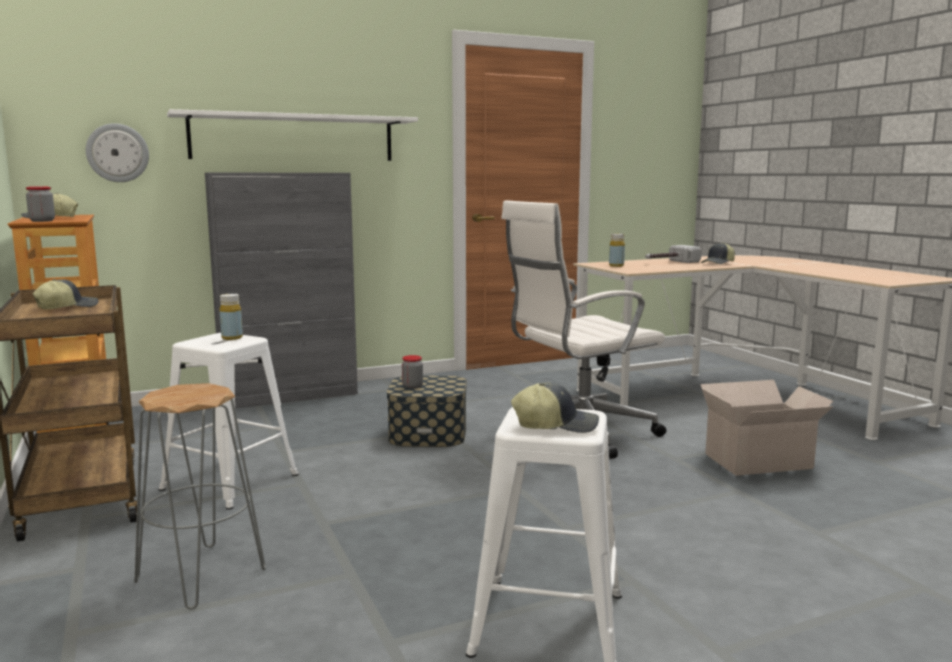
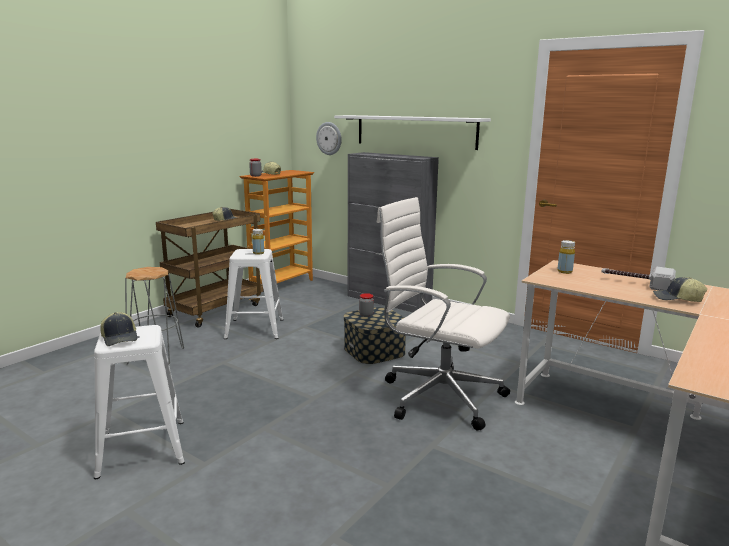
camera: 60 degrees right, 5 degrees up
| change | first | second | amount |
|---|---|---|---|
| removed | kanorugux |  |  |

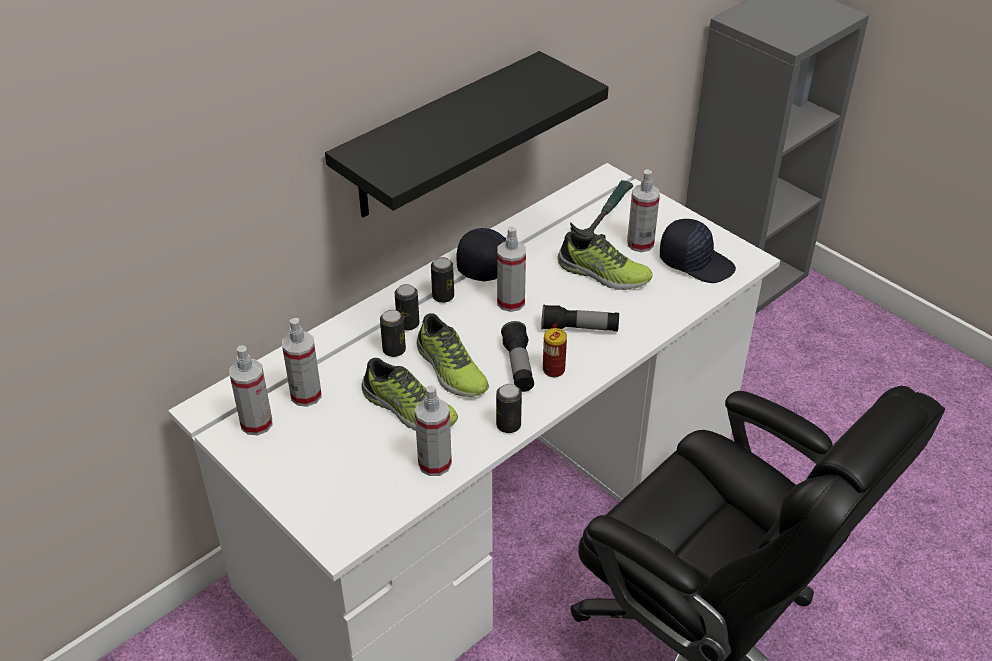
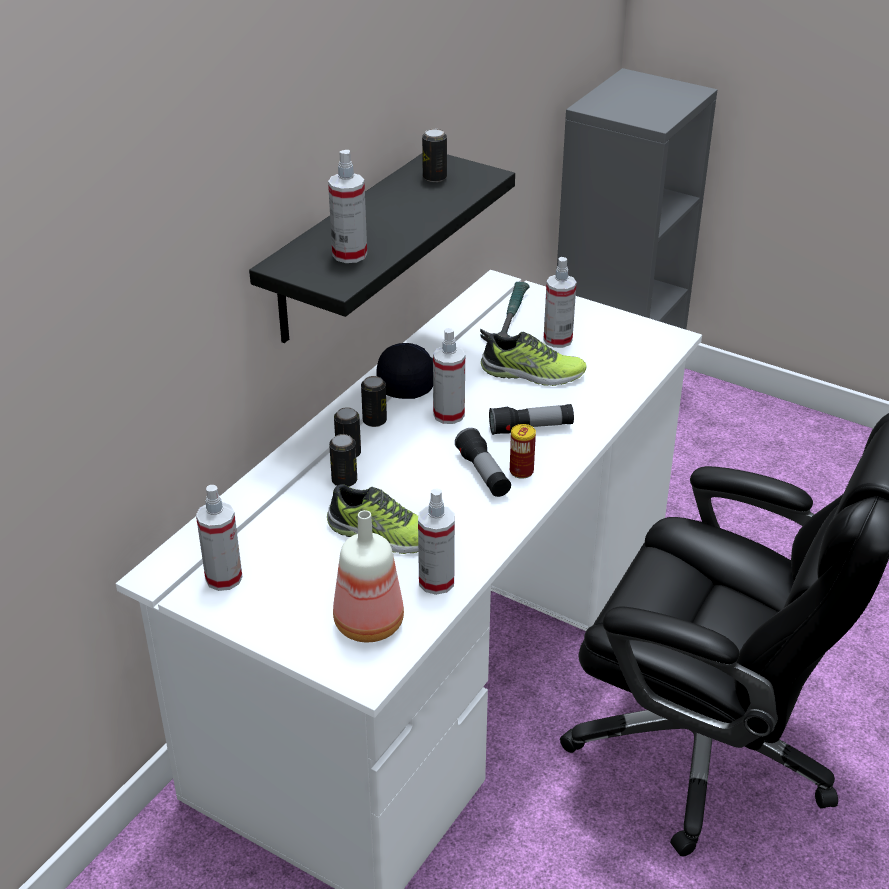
camera: 15 degrees left, 5 degrees down
| change | first | second | amount |
|---|---|---|---|
| removed | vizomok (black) (2nd from left) |  |  |
| removed | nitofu (2nd from left) |  |  |
| moved | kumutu (2nd from left) |  |  |
| moved | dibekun (4th from left) |  |  |
| added |  | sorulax |  |

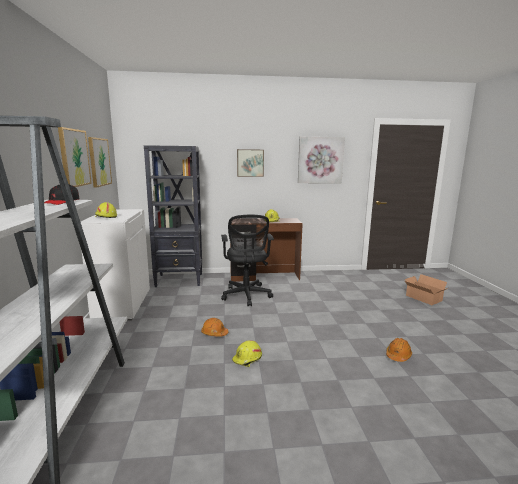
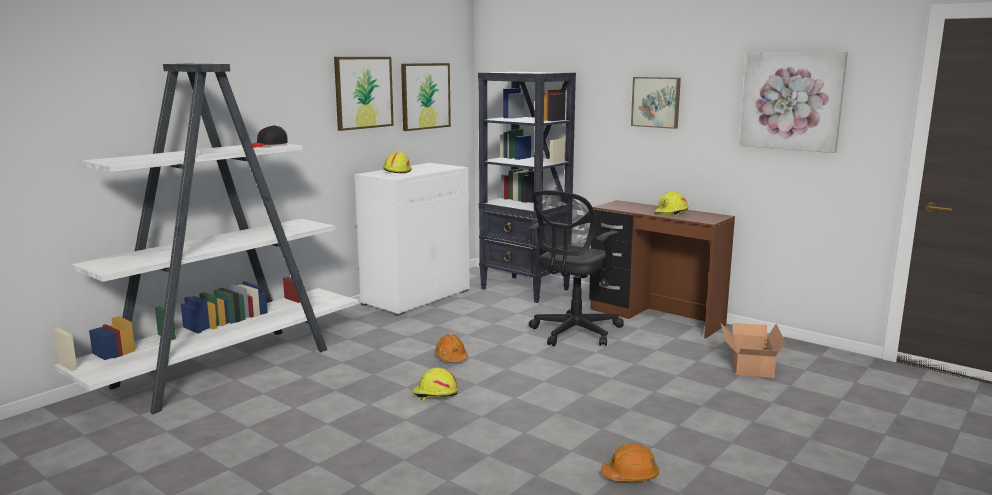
camera: 45 degrees right, 0 degrees up
| change | first | second | amount |
|---|---|---|---|
| moved | kanorugux |  |  |

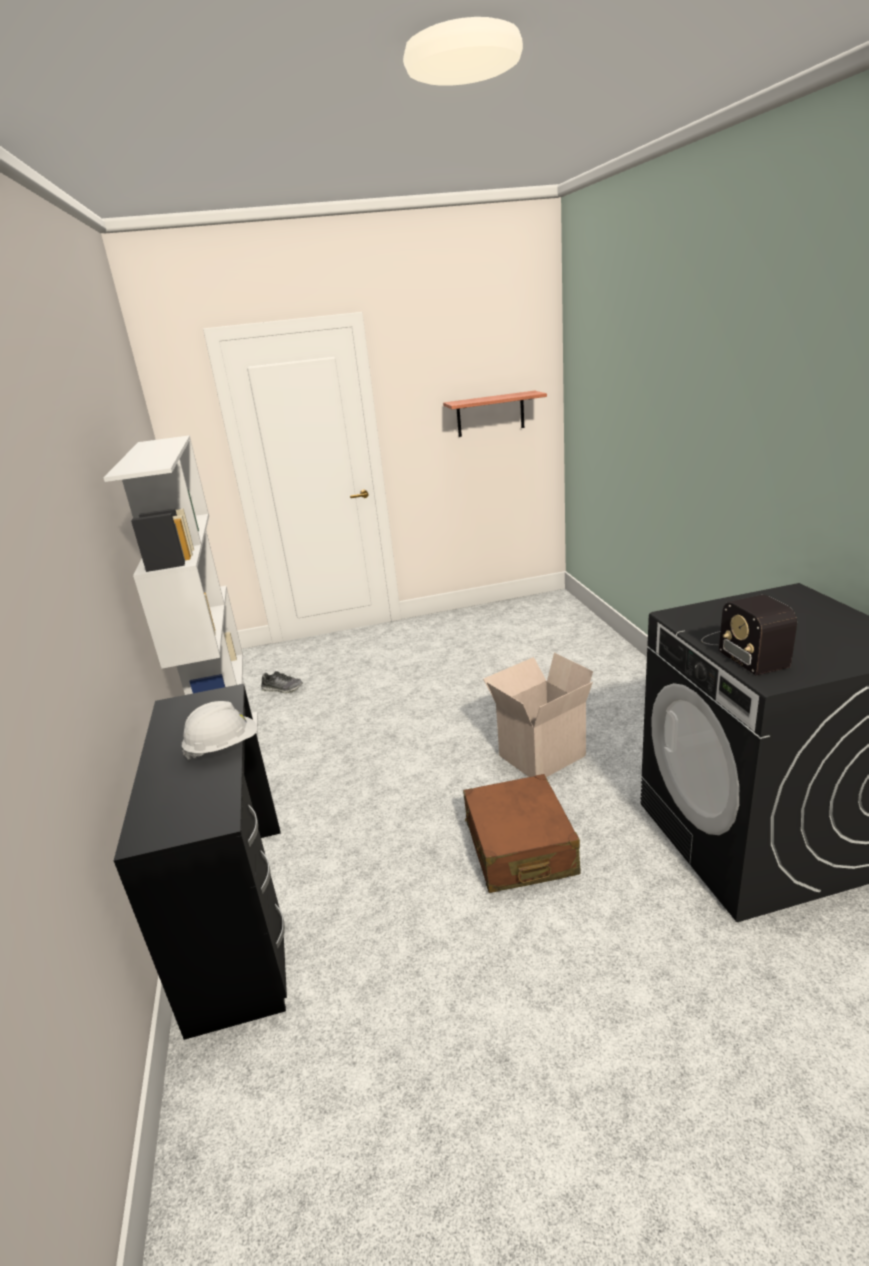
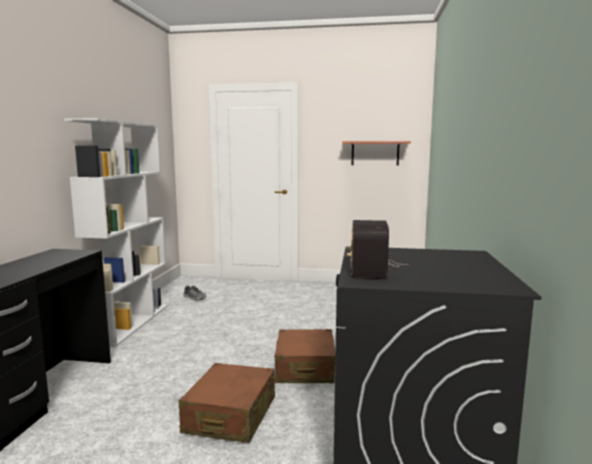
camera: 20 degrees right, 15 degrees down
| change | first | second | amount |
|---|---|---|---|
| replaced | kanorugux | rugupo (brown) (2nd from left) |  |
| removed | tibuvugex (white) |  |  |

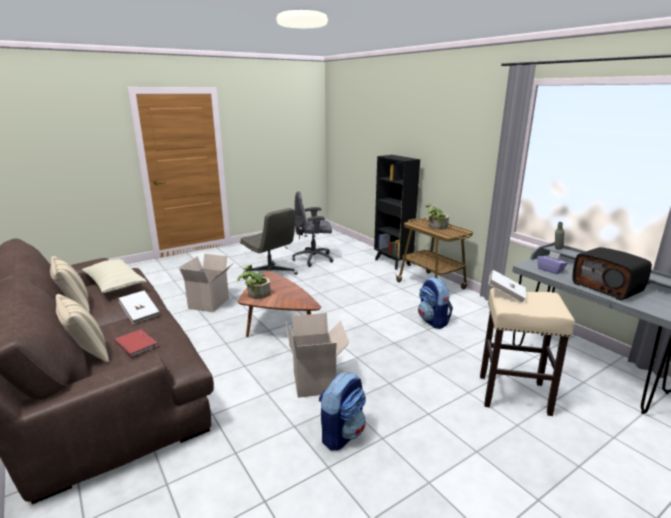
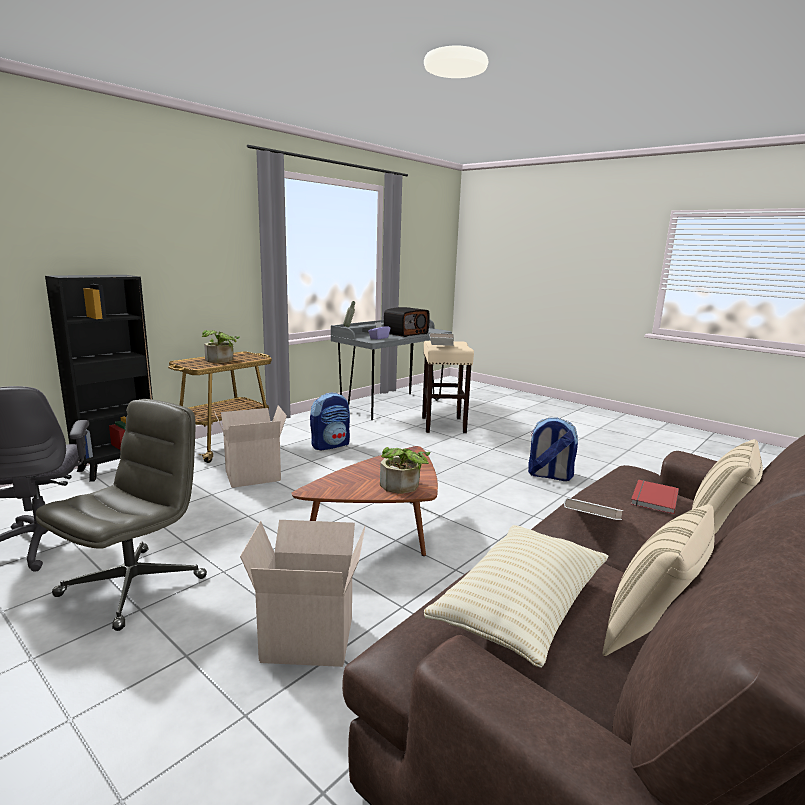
camera: 105 degrees left, 5 degrees down
| change | first | second | amount |
|---|---|---|---|
| moved | kanorugux (2nd from left in the first image) | kanorugux (1st from left) |  |

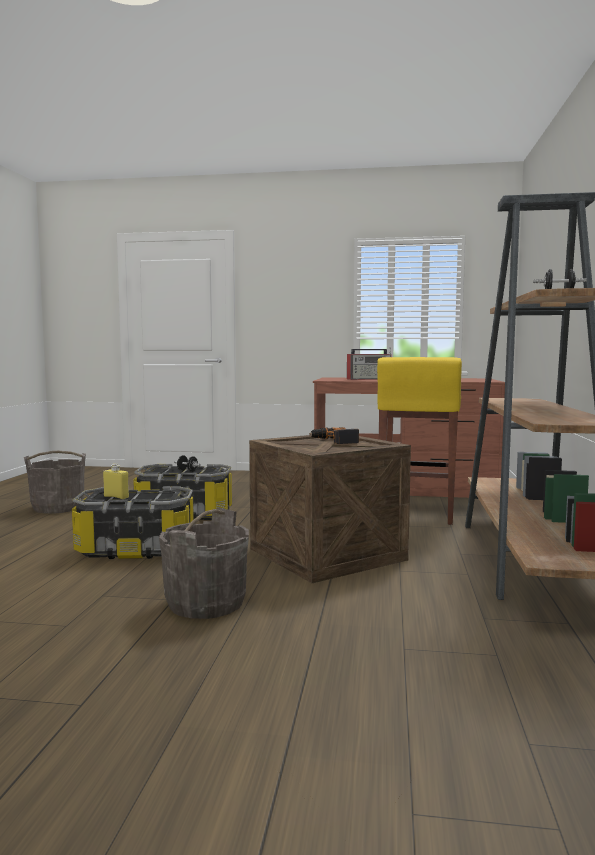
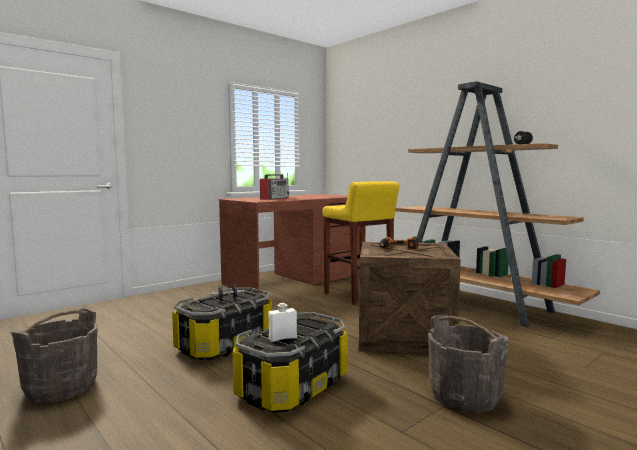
camera: 50 degrees left, 0 degrees up
| change | first | second | amount |
|---|---|---|---|
| recoloured | sorulax (yellow) | sorulax (white) |  |

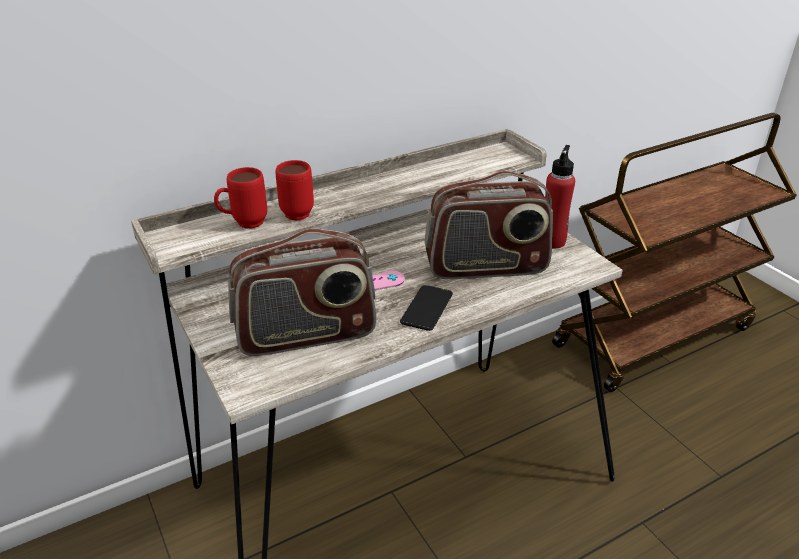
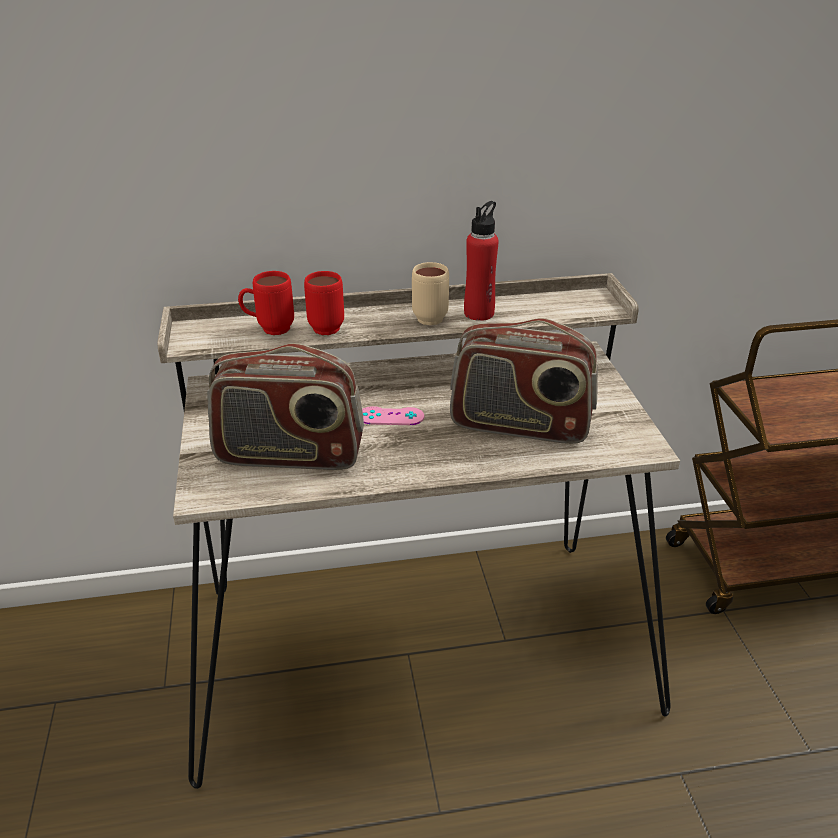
camera: 20 degrees right, 0 degrees up
| change | first | second | amount |
|---|---|---|---|
| moved | sorulax (red) |  |  |
| removed | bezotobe |  |  |
| added |  | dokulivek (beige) |  |

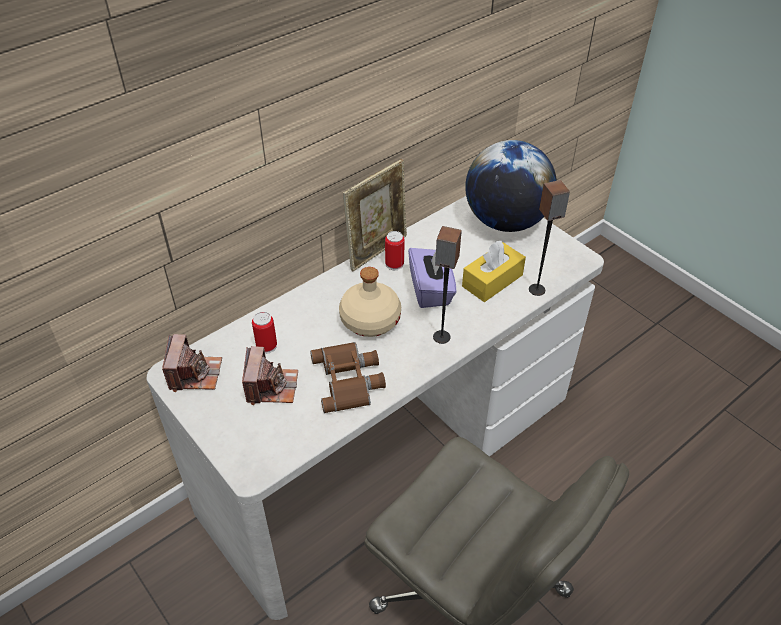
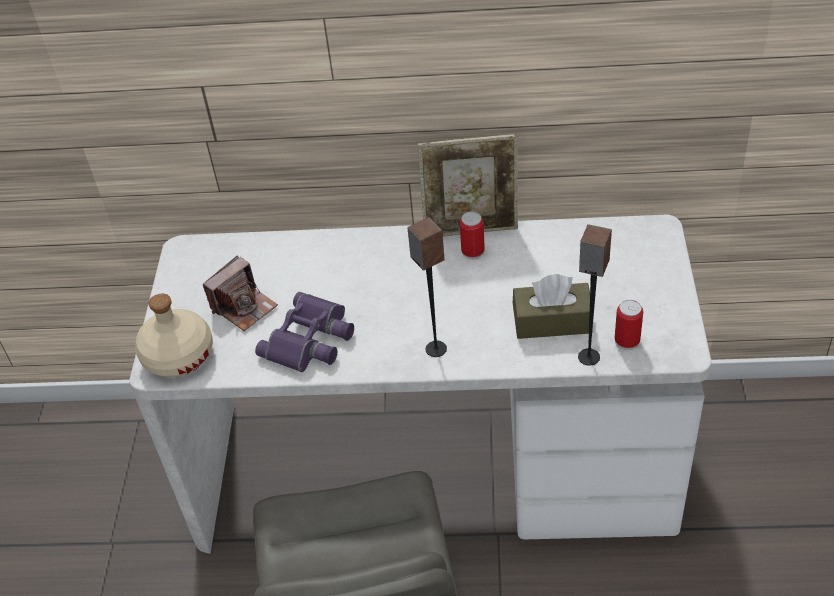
camera: 45 degrees right, 0 degrees up
| change | first | second | amount |
|---|---|---|---|
| removed | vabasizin |  |  |
| recoloured | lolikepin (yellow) | lolikepin (brown) |  |
| removed | lolikepin (purple) |  |  |
| moved | sorulax (beige) |  |  |
| moved | dibekun (1st from left in the first image) | dibekun (2nd from left) |  |
| removed | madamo (1st from left) |  |  |
| recoloured | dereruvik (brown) | dereruvik (purple) |  |

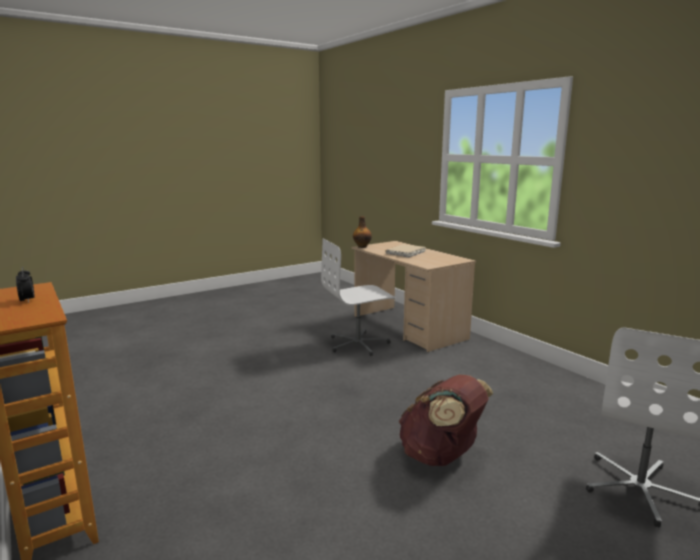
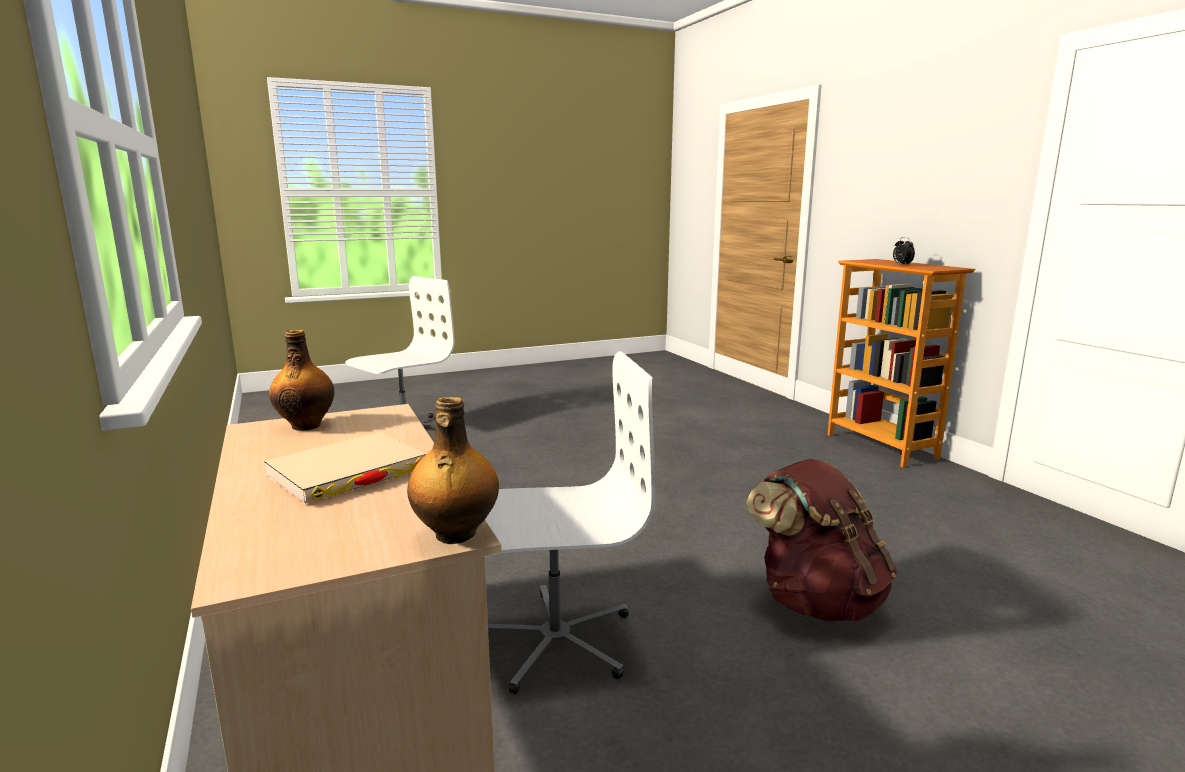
camera: 170 degrees left, 0 degrees up
| change | first | second | amount |
|---|---|---|---|
| moved | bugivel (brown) |  |  |
| added |  | sorulax (1st from left) |  |

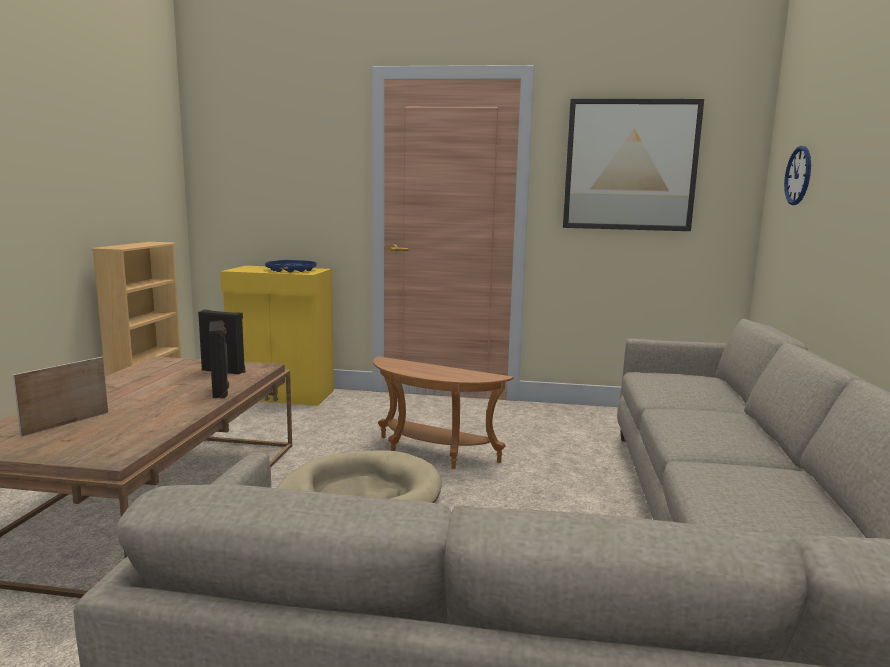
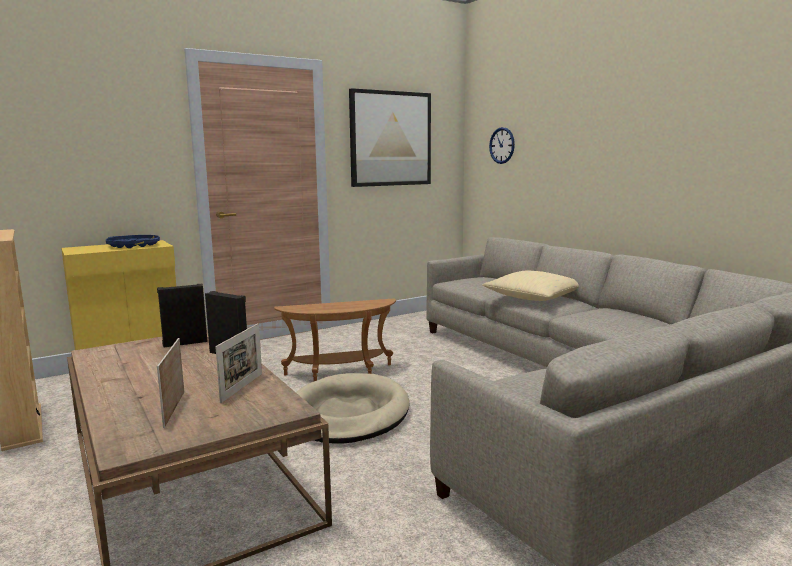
camera: 40 degrees left, 0 degrees up
| change | first | second | amount |
|---|---|---|---|
| added |  | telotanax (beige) |  |
| added |  | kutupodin (2nd from left) |  |

